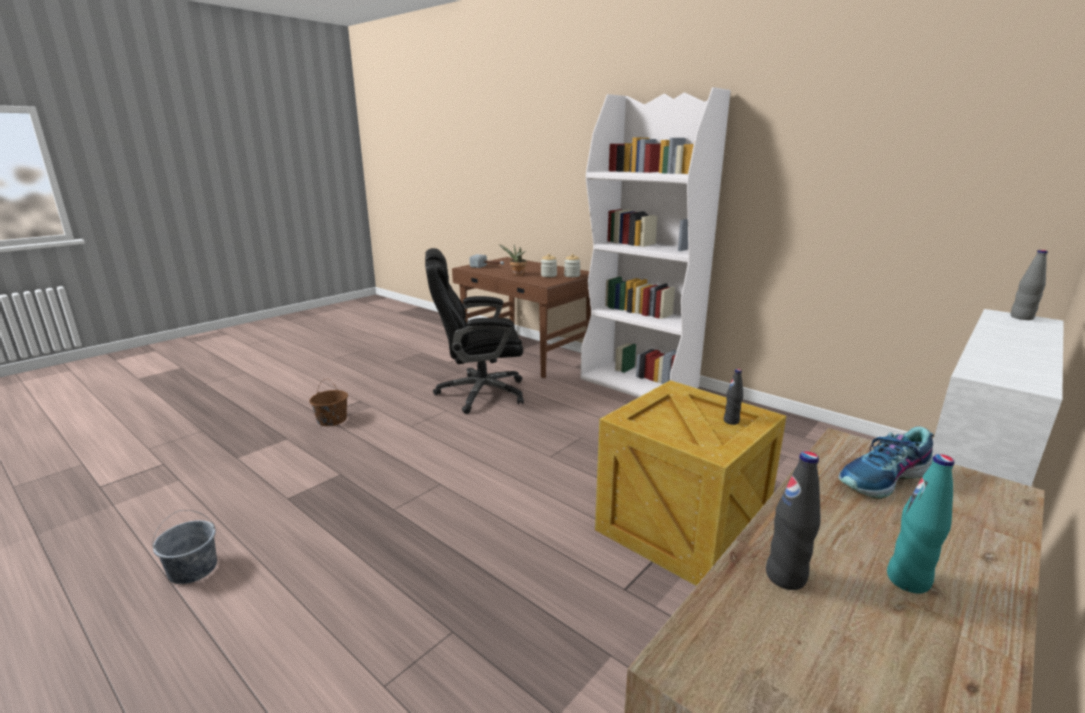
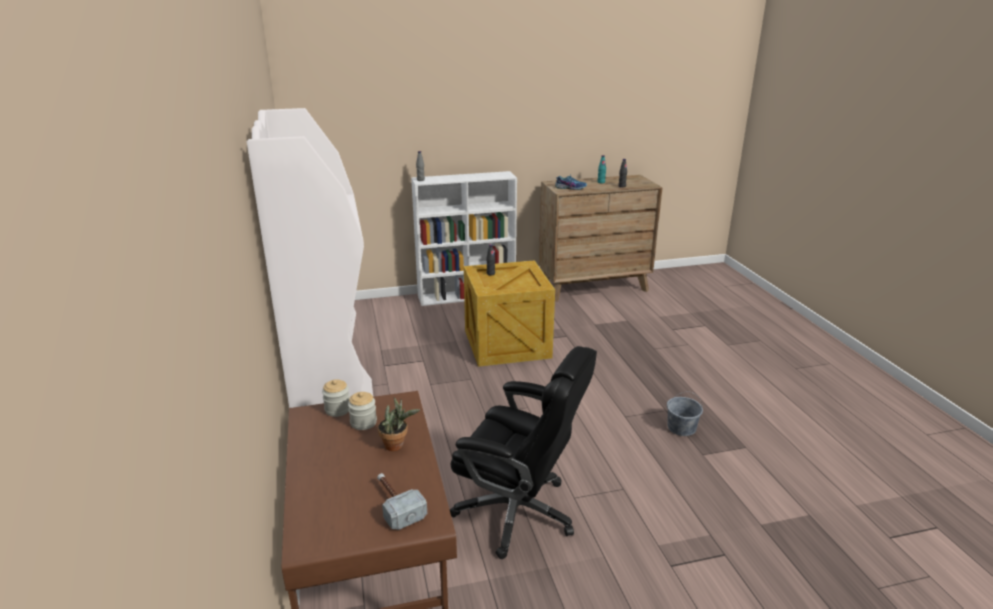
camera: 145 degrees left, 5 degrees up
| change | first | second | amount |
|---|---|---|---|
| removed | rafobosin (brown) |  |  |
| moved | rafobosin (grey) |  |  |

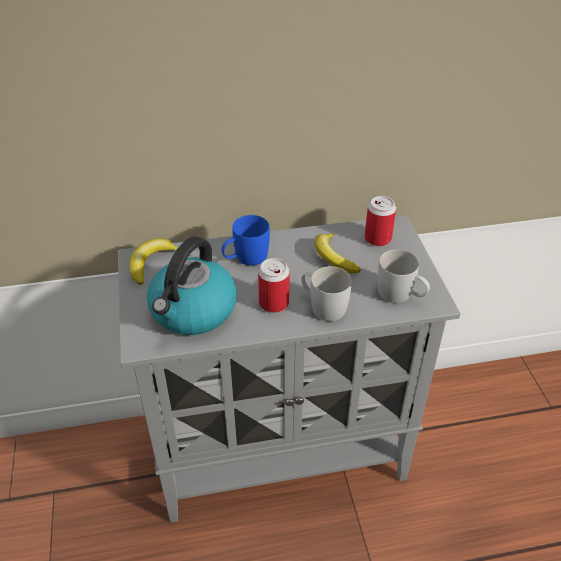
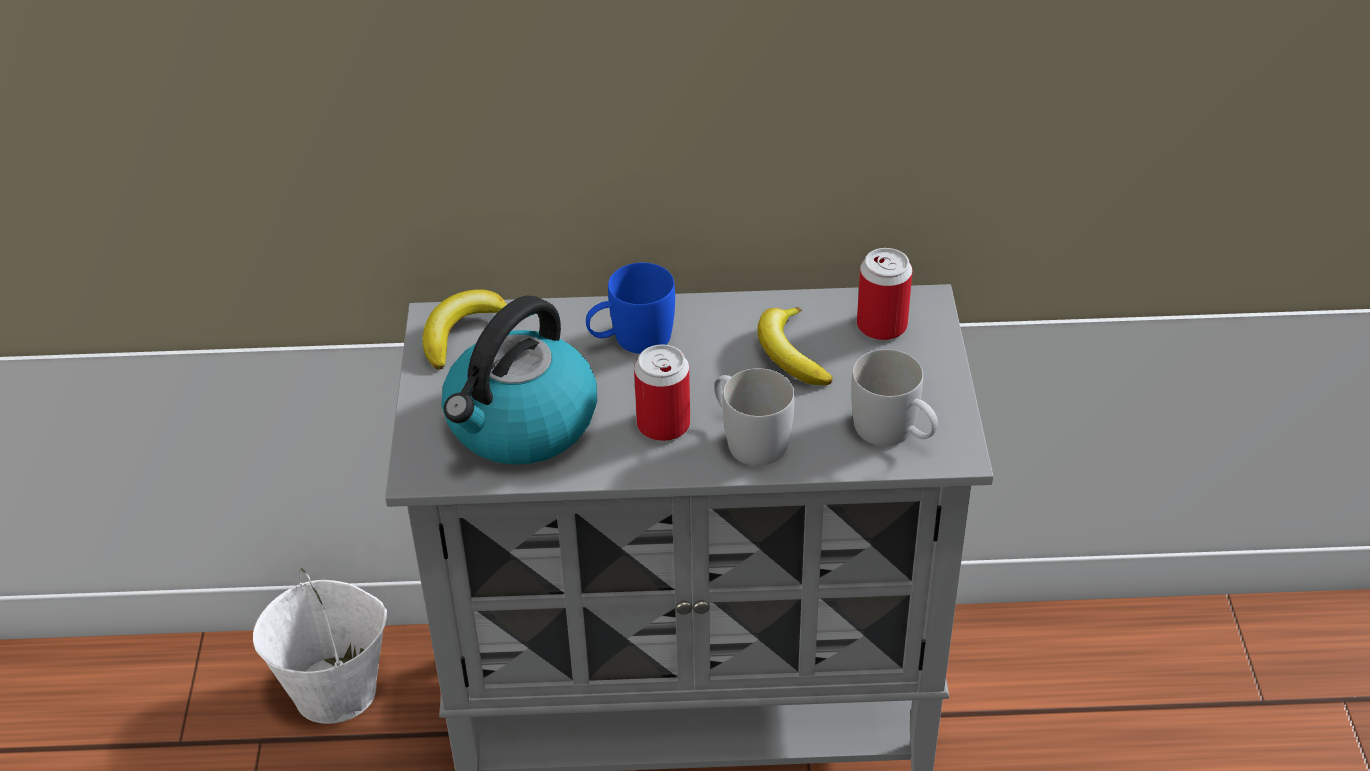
camera: 10 degrees right, 0 degrees up
| change | first | second | amount |
|---|---|---|---|
| added |  | rafobosin (white) |  |

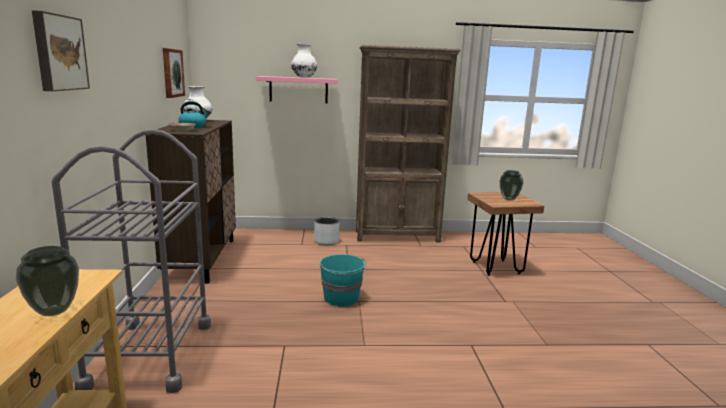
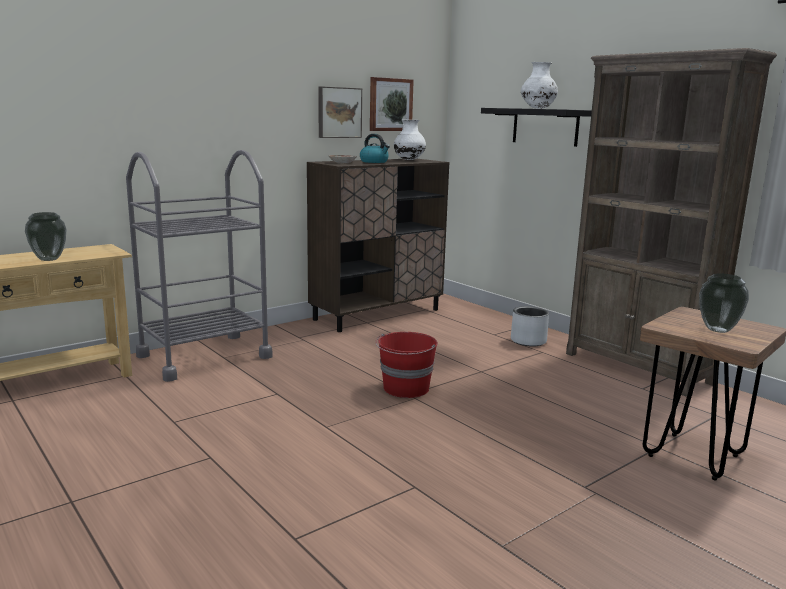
camera: 55 degrees right, 0 degrees up
| change | first | second | amount |
|---|---|---|---|
| moved | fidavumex (1st from left) |  |  |
| recoloured | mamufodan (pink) | mamufodan (black) |  |
| recoloured | rafobosin (turquoise) | rafobosin (red) |  |

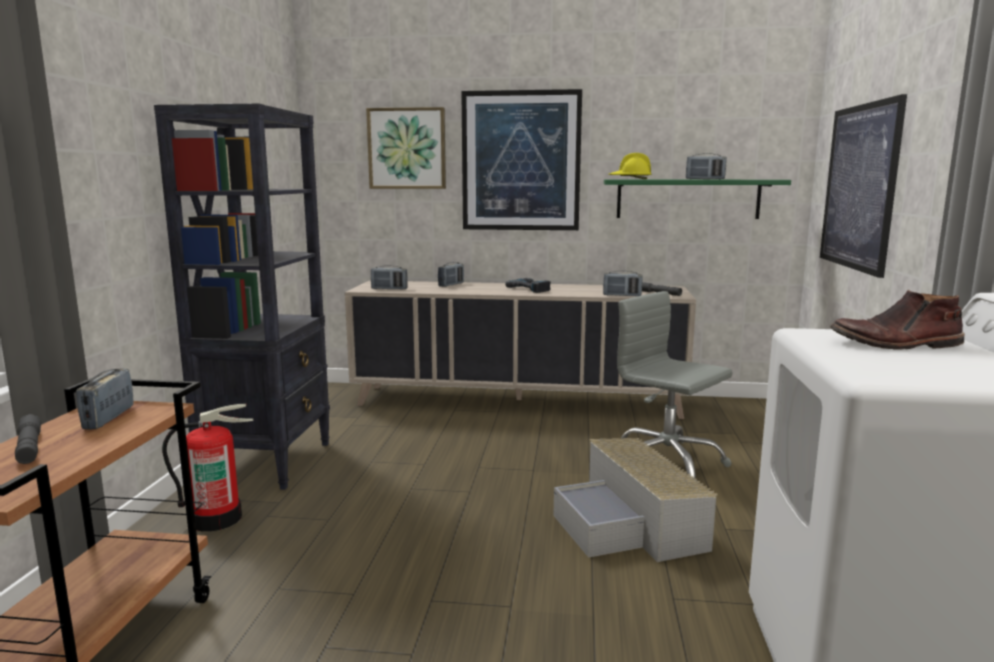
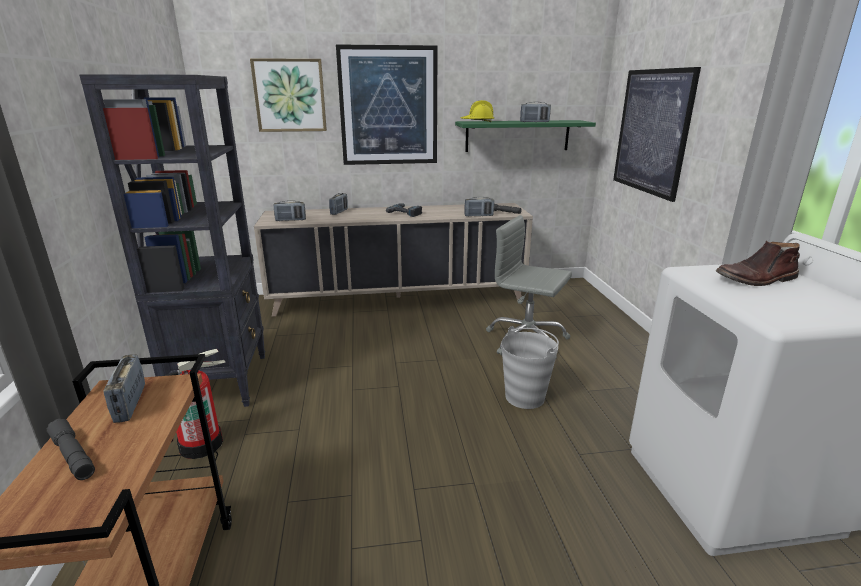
camera: 15 degrees left, 10 degrees up
| change | first | second | amount |
|---|---|---|---|
| replaced | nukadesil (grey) | rafobosin (grey) |  |

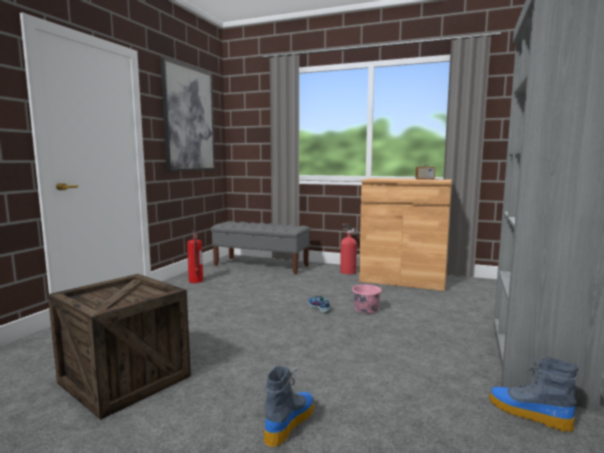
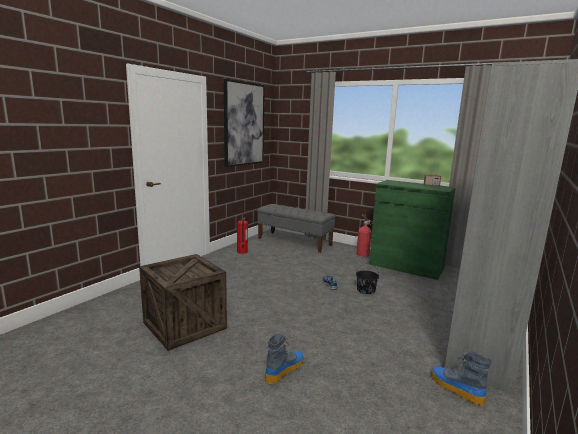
camera: 10 degrees right, 5 degrees up
| change | first | second | amount |
|---|---|---|---|
| recoloured | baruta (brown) | baruta (green) |  |
| recoloured | rafobosin (pink) | rafobosin (black) |  |

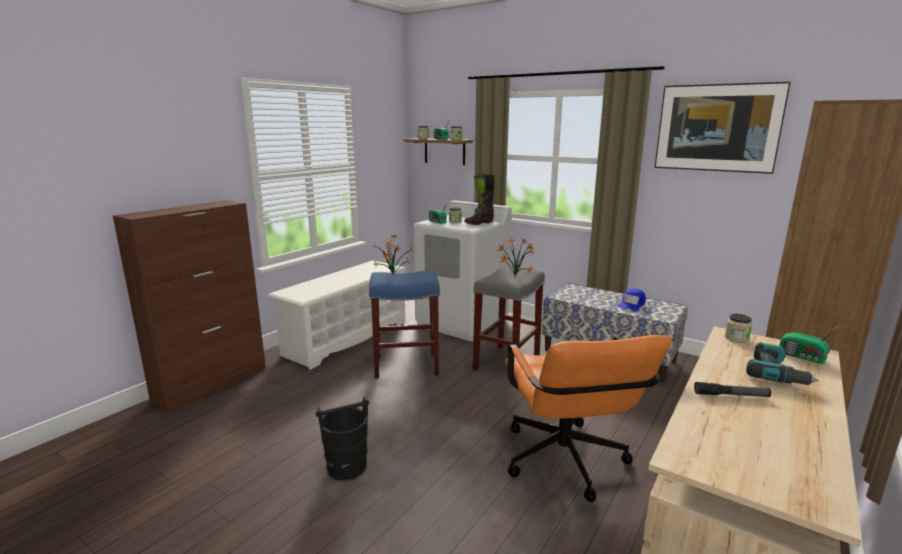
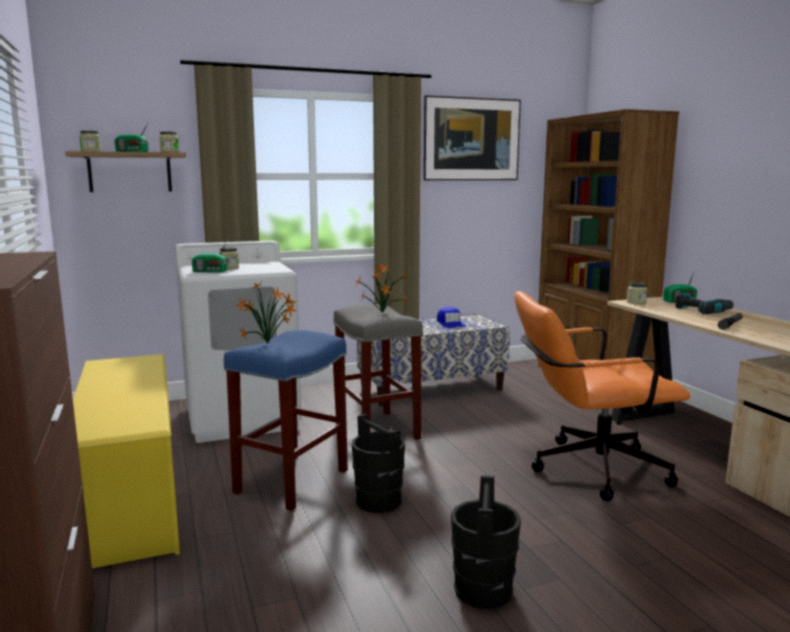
camera: 55 degrees left, 5 degrees down
| change | first | second | amount |
|---|---|---|---|
| removed | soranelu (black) |  |  |
| recoloured | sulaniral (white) | sulaniral (yellow) |  |
| turned | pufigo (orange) |  | 150 degrees clockwise |
| added |  | rafobosin (black) (1st from left) |  |

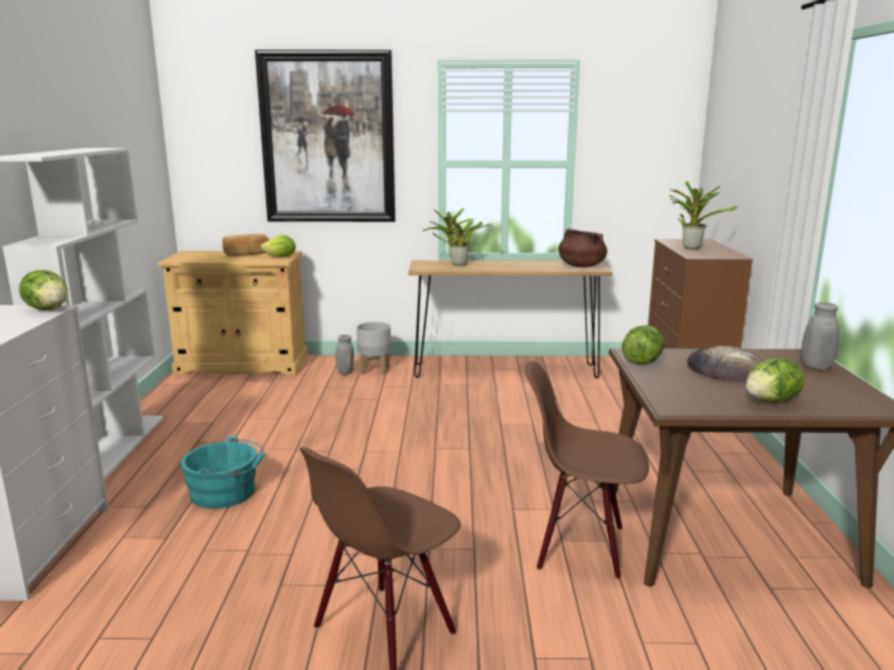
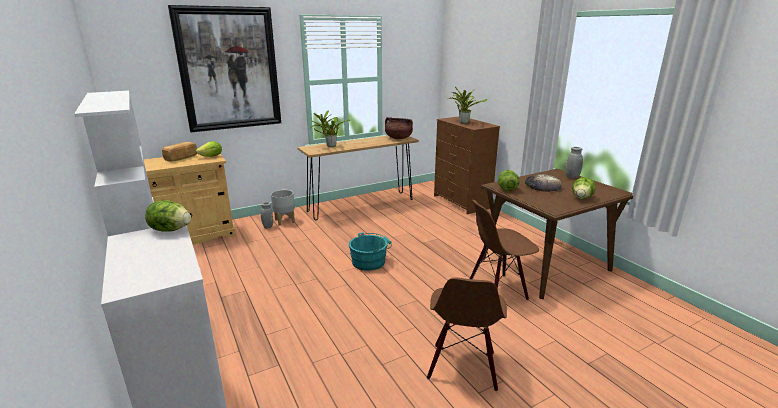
camera: 30 degrees left, 5 degrees up
| change | first | second | amount |
|---|---|---|---|
| moved | rafobosin (turquoise) |  |  |

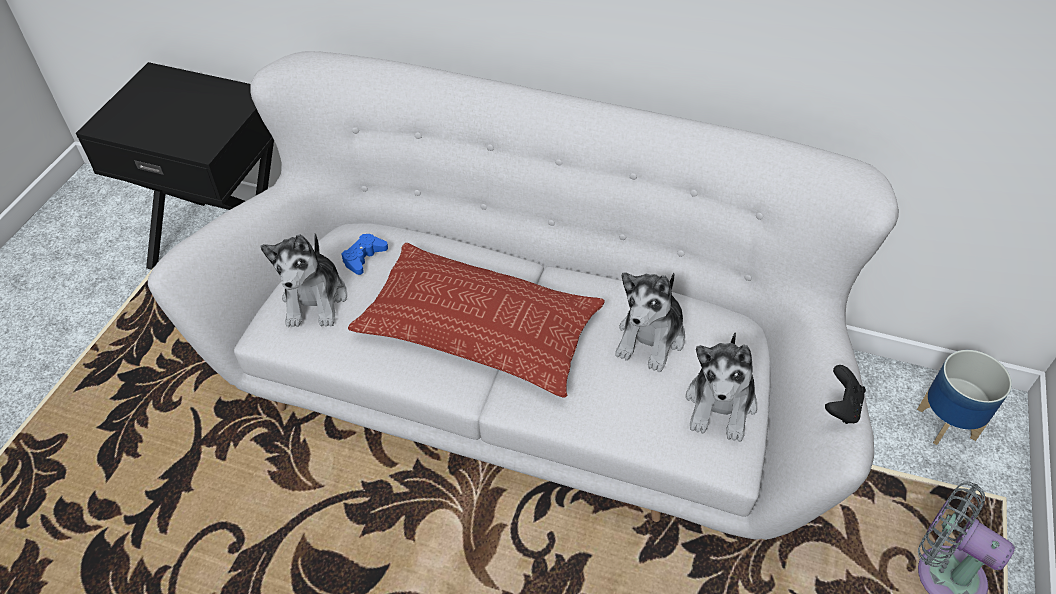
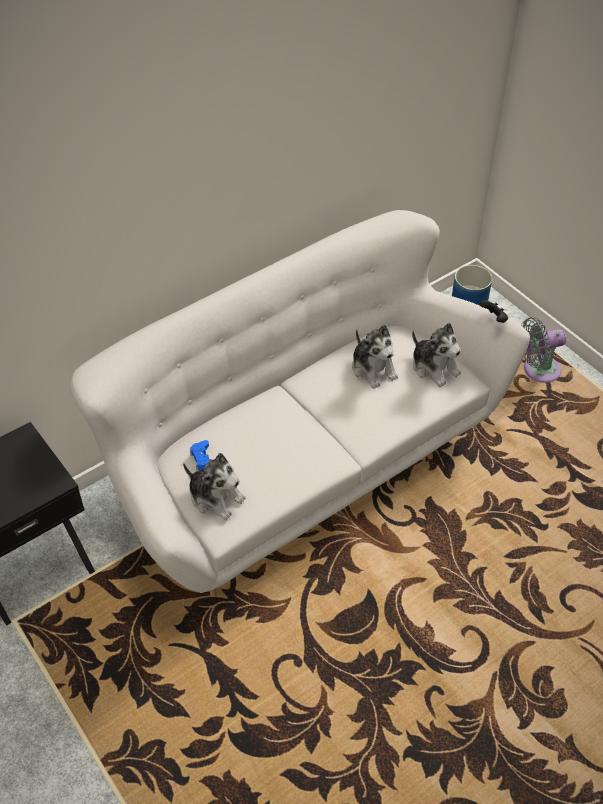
camera: 55 degrees left, 0 degrees up
| change | first | second | amount |
|---|---|---|---|
| removed | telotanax |  |  |

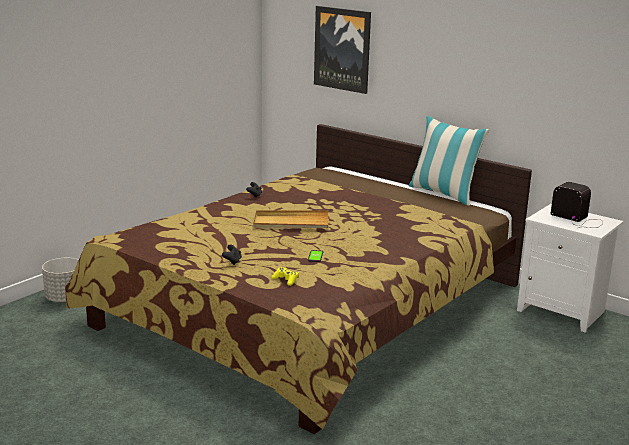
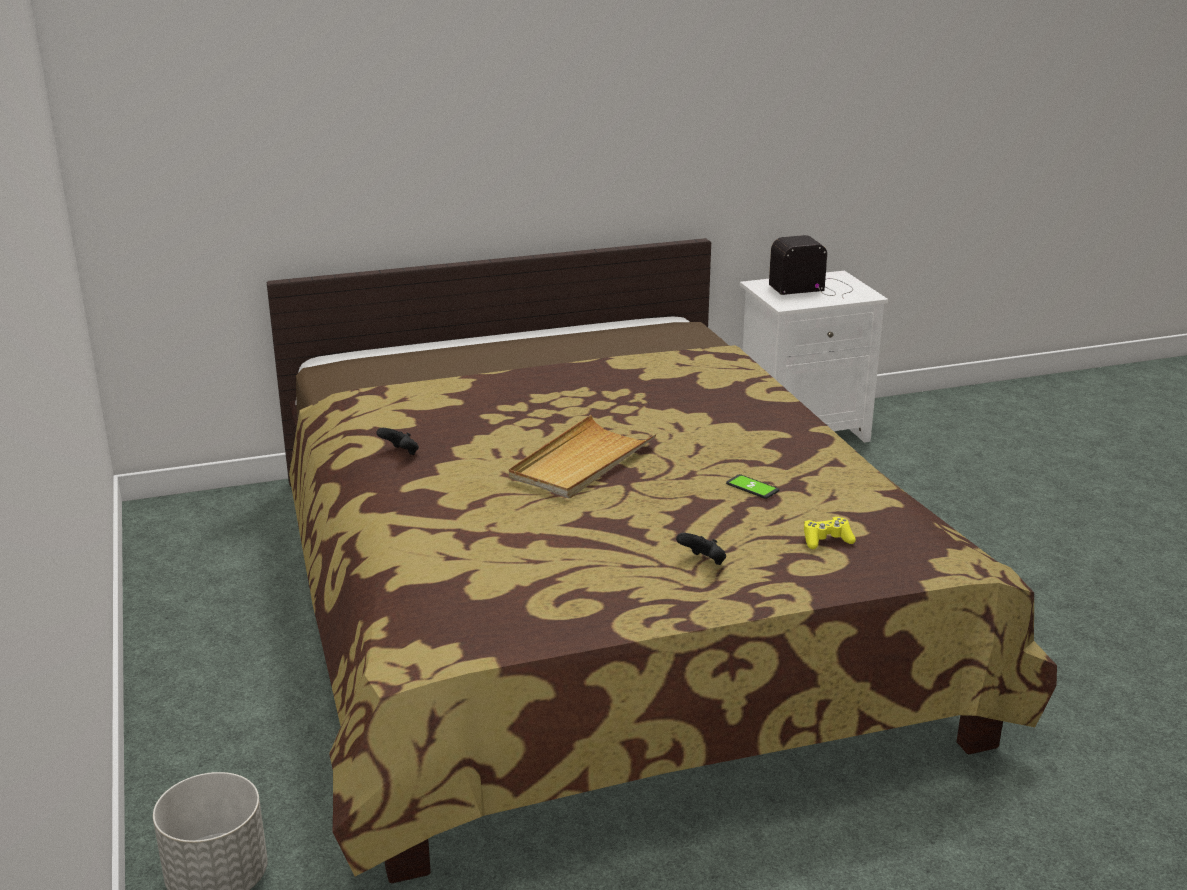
camera: 55 degrees left, 5 degrees up
| change | first | second | amount |
|---|---|---|---|
| removed | fidavumex |  |  |
| removed | telotanax |  |  |

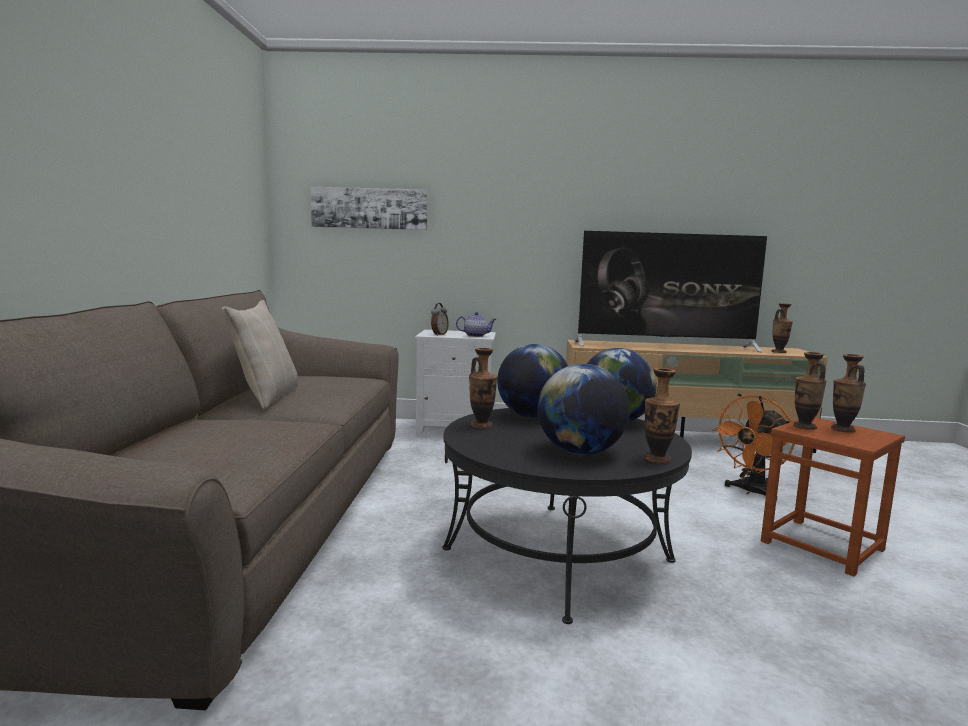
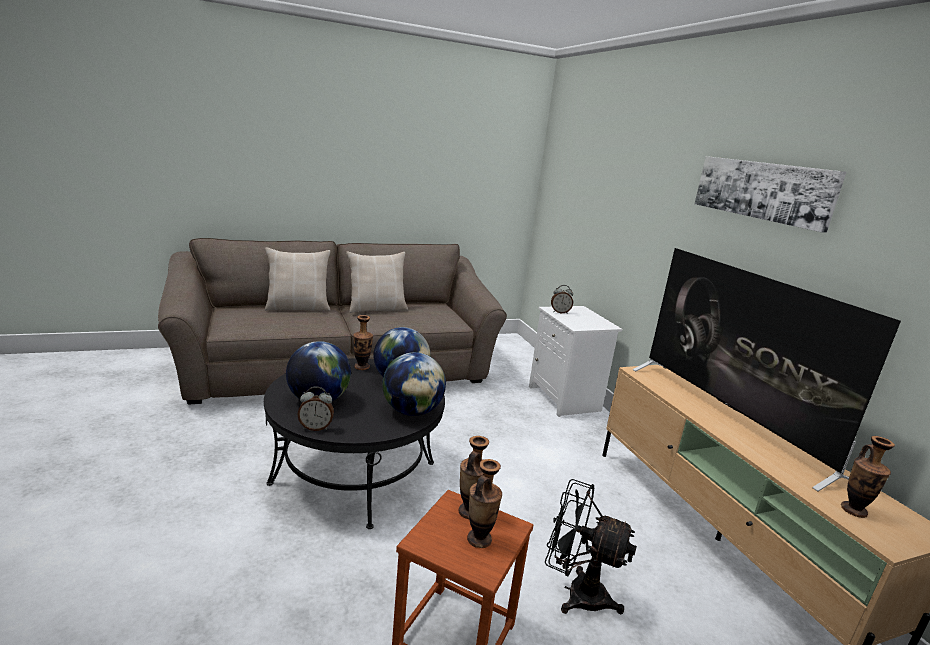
camera: 65 degrees right, 10 degrees up
| change | first | second | amount |
|---|---|---|---|
| moved | fidavumex |  |  |
| removed | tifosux |  |  |
| replaced | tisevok (2nd from left) | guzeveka (1st from left) |  |
| recoloured | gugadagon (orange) | gugadagon (black) |  |
| added |  | telotanax (beige) (1st from left) |  |

